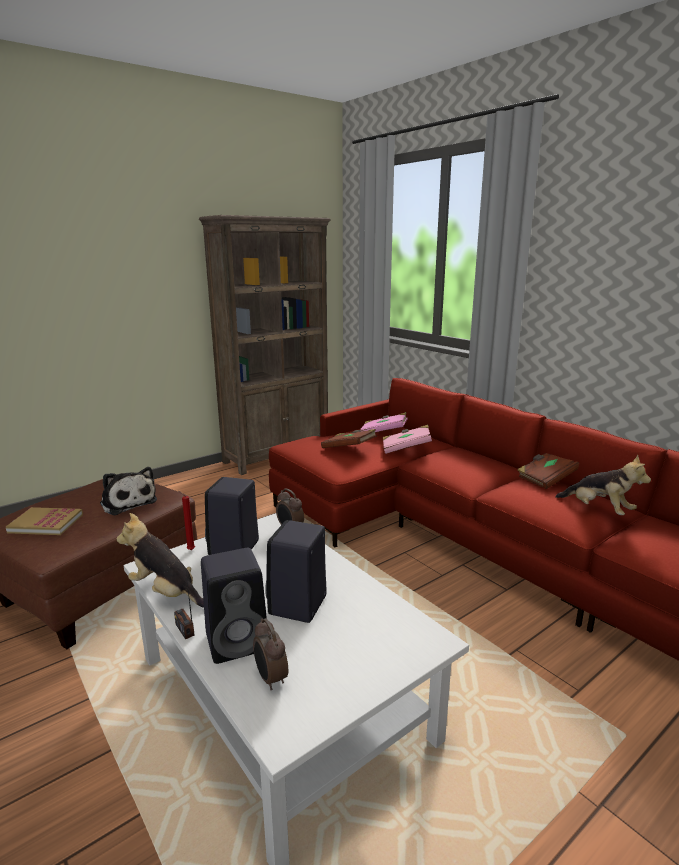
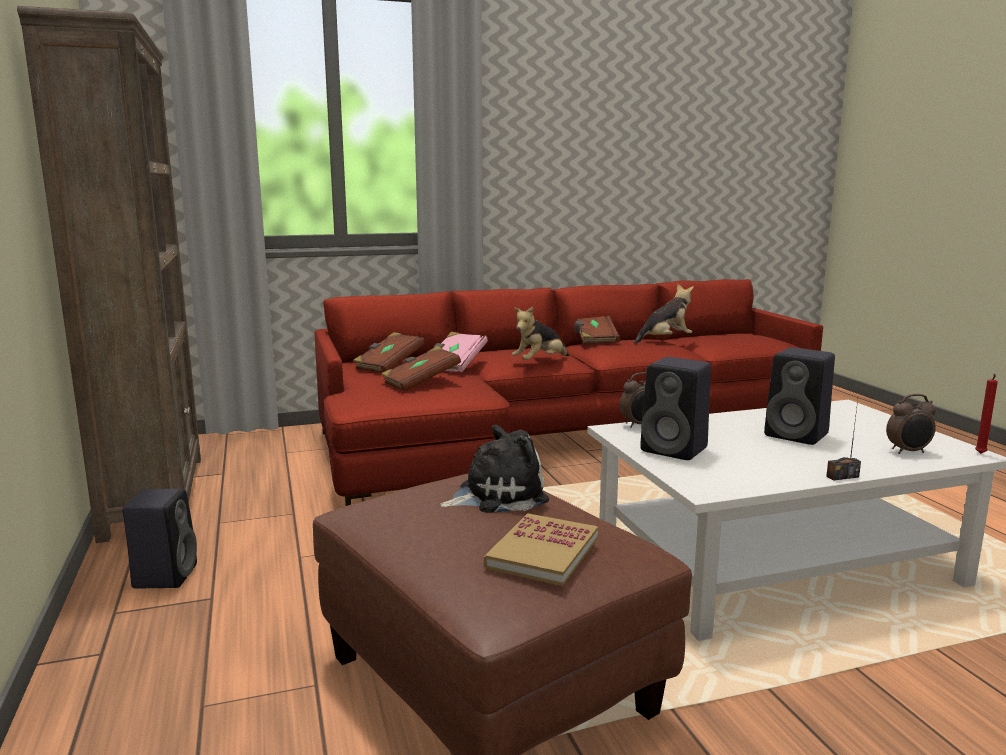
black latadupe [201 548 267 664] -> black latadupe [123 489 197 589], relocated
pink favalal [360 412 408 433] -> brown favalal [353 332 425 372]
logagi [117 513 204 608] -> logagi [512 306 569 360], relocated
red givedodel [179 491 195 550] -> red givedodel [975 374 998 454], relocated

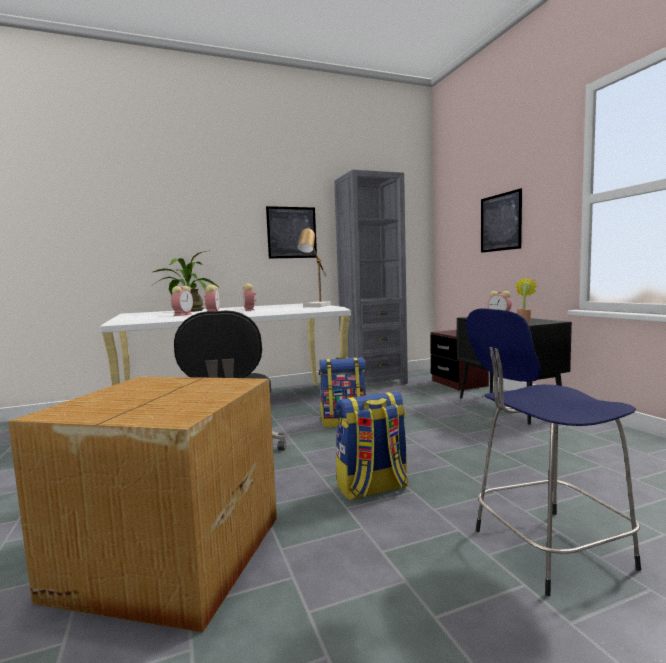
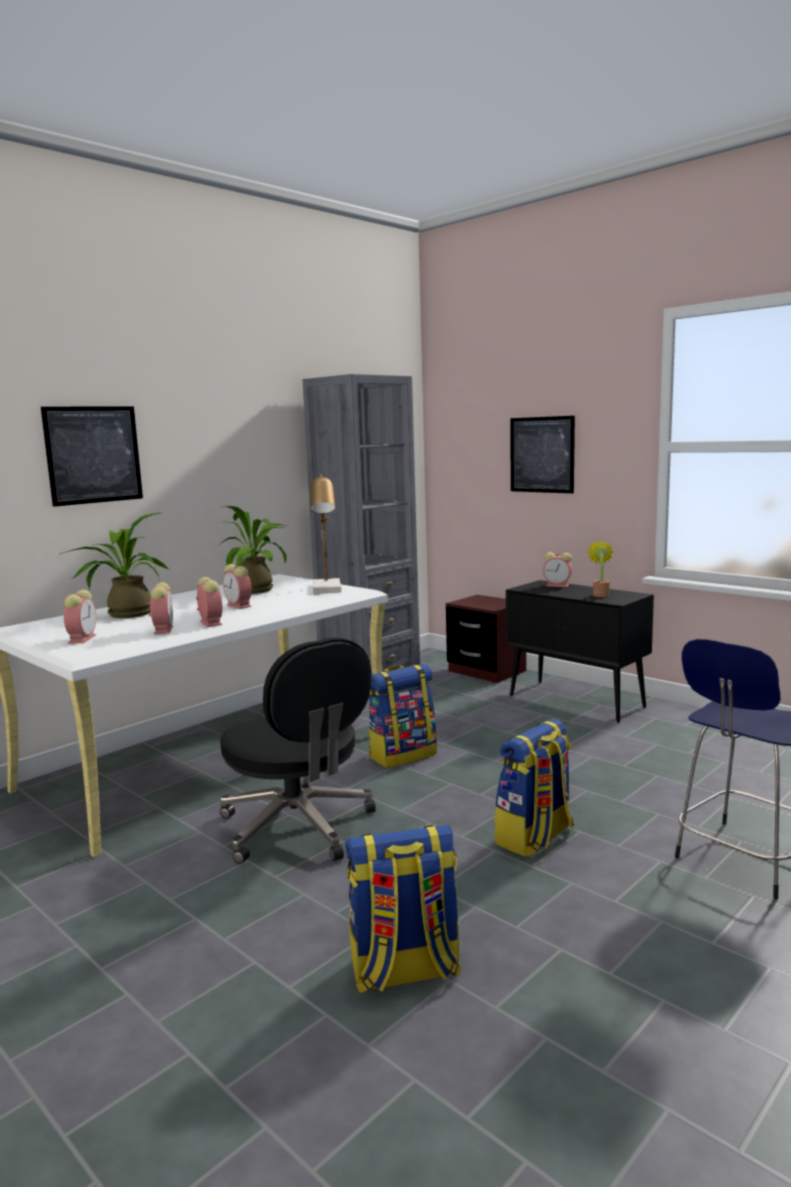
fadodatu [266 206 317 259] -> fadodatu [41 406 143 507], relocated
none -> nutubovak [64 590 96 643]
none -> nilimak [219 506 287 594]
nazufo [8 377 277 633] -> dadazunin [345 825 462 993]

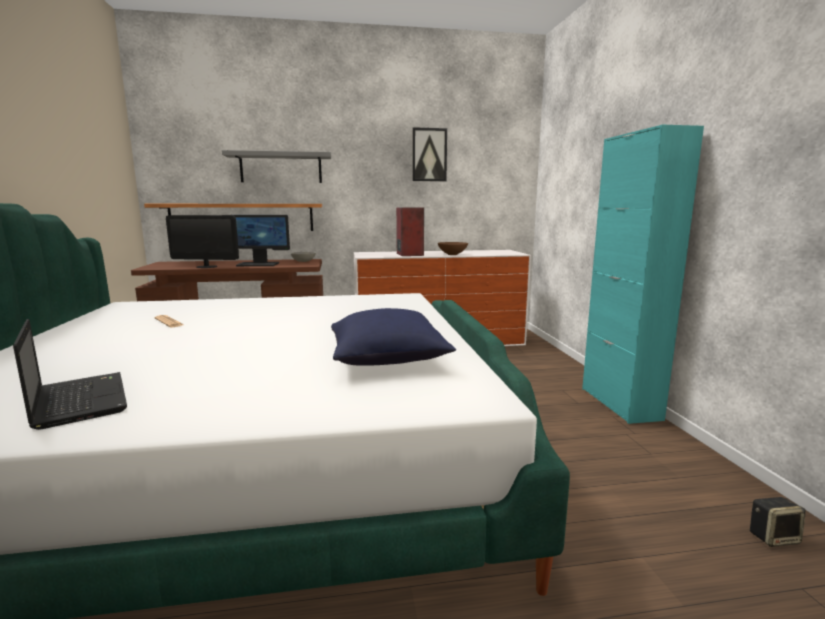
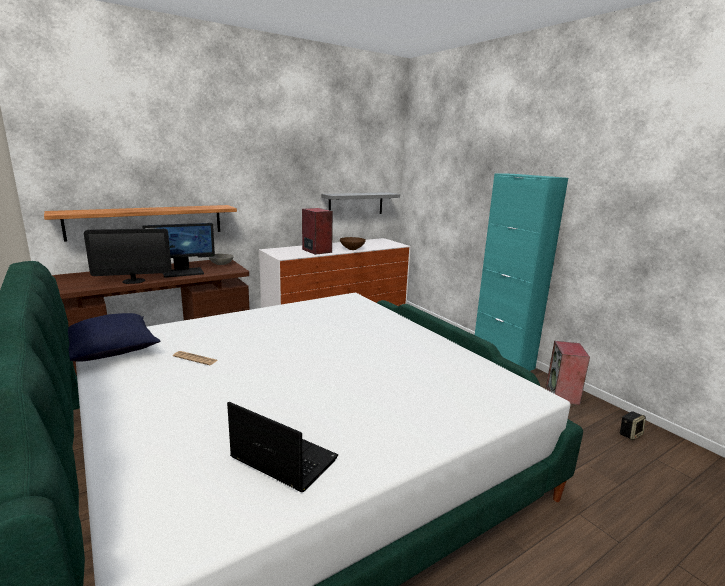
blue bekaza [331 308 456 366] -> blue bekaza [68 313 160 362], relocated
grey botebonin [222 150 331 183] -> grey botebonin [321 192 400 214], relocated
none -> latadupe [546 341 590 405]
fadodatu [412 127 447 181] -> none

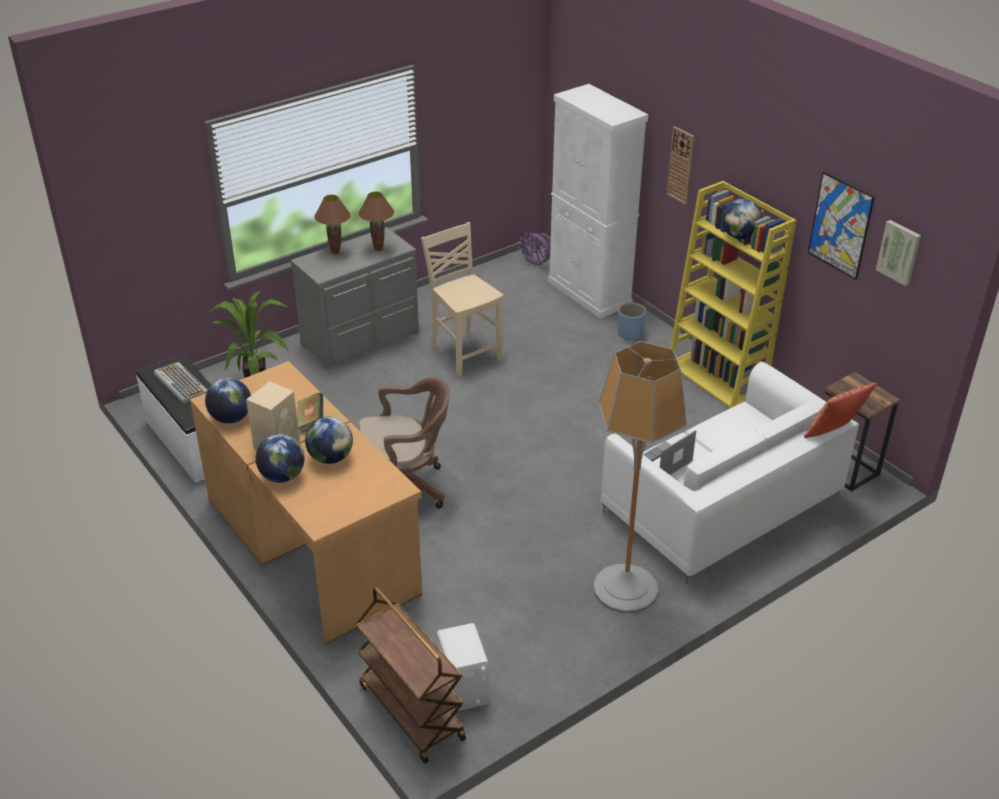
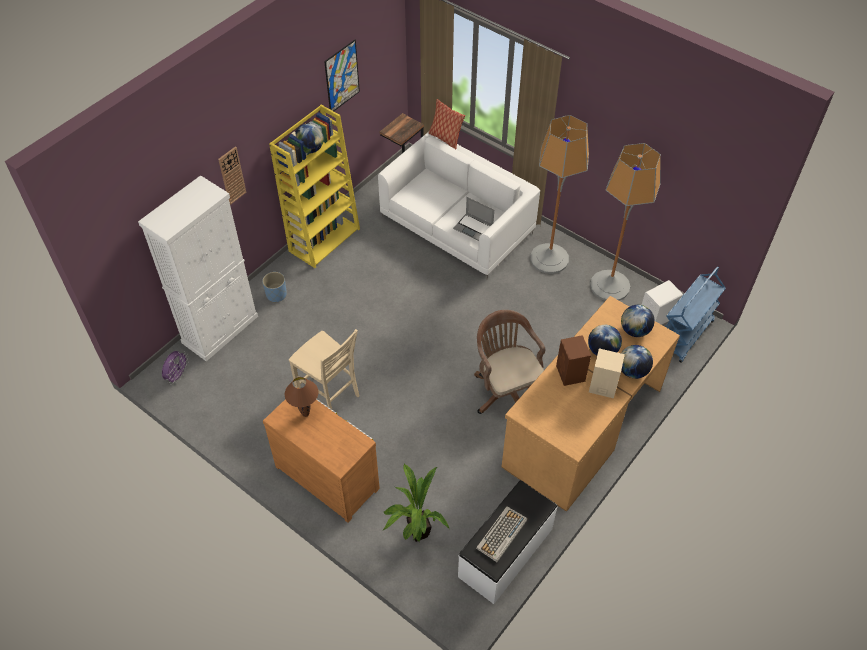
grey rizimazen [291 227 419 370] -> brown rizimazen [263 387 380 523]
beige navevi [421 222 504 377] -> beige navevi [289 329 360 409], 90 degrees counterclockwise
favalal [298 393 323 432] -> brown latadupe [556 335 591 386]
none -> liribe [590 143 661 301]
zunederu [205 378 251 423] -> zunederu [621 305 655 337], relocated
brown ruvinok [355 587 466 764] -> blue ruvinok [665 267 726 363]
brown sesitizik [314 195 351 254] -> none
fadodatu [876 220 921 286] -> none

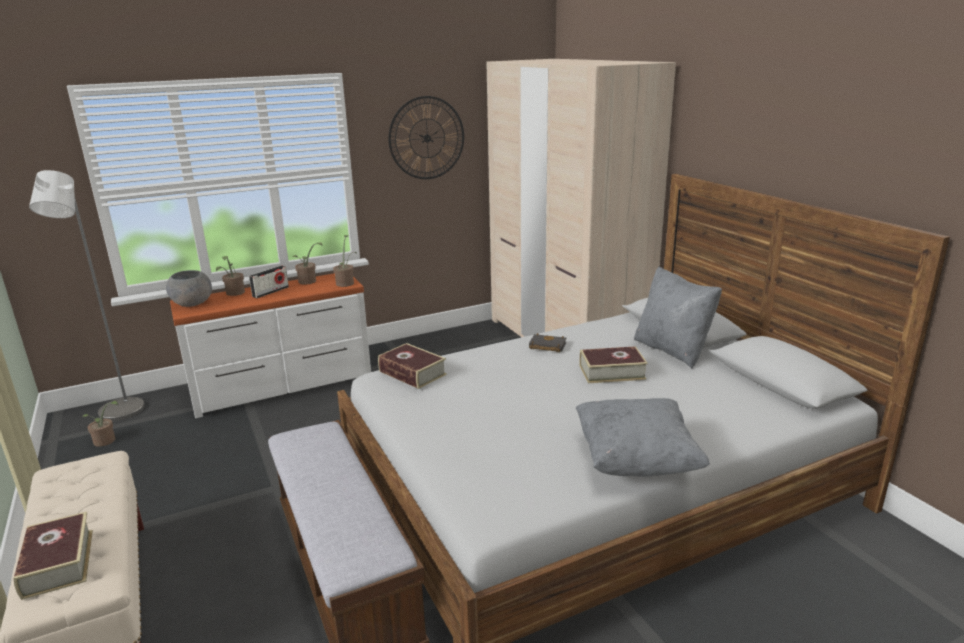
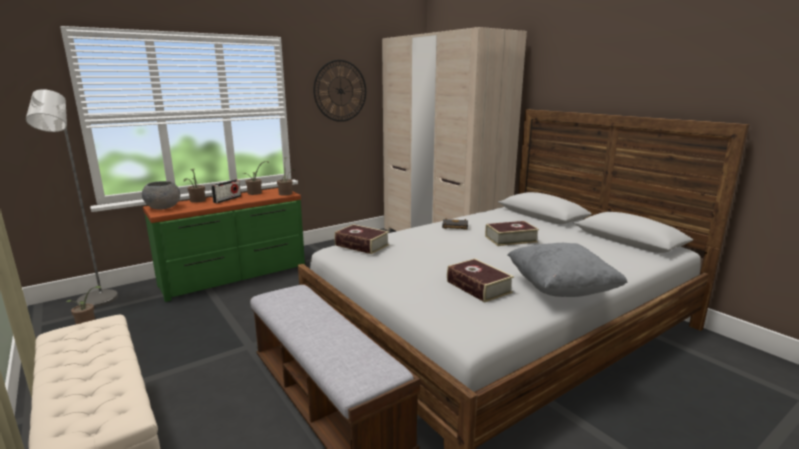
white rizimazen [170 273 371 418] -> green rizimazen [143 188 305 302]
favalal [13 512 93 600] -> favalal [447 259 514 302], relocated
grey bekaza [634 266 722 369] -> none

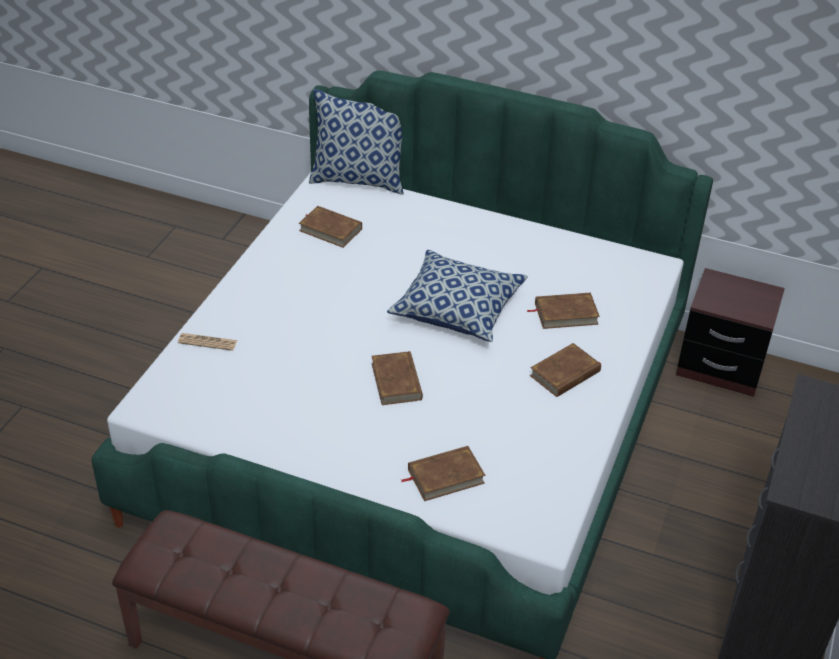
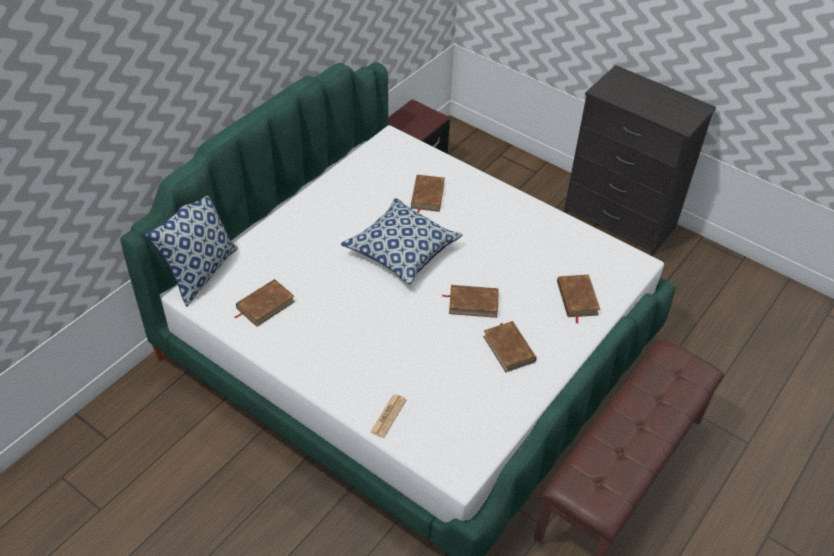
brown favalal [530 343 601 397] -> brown favalal [483 321 537 372], relocated

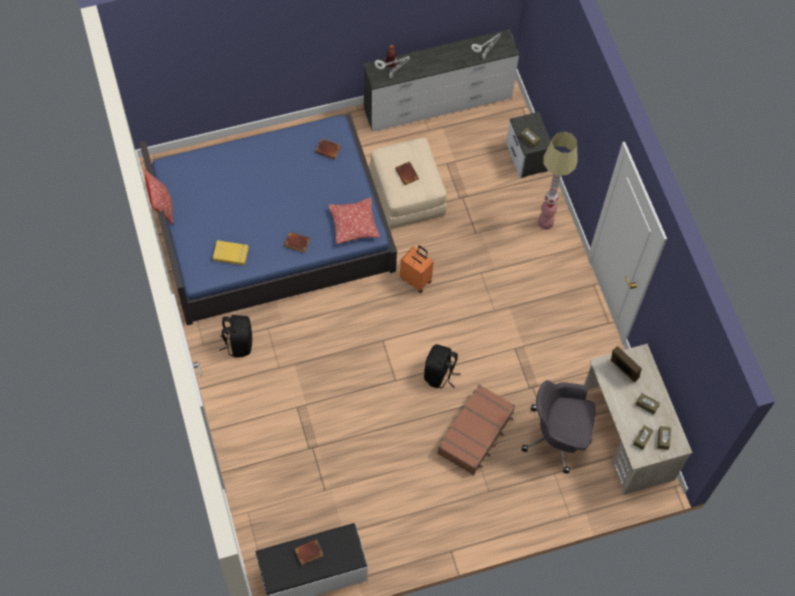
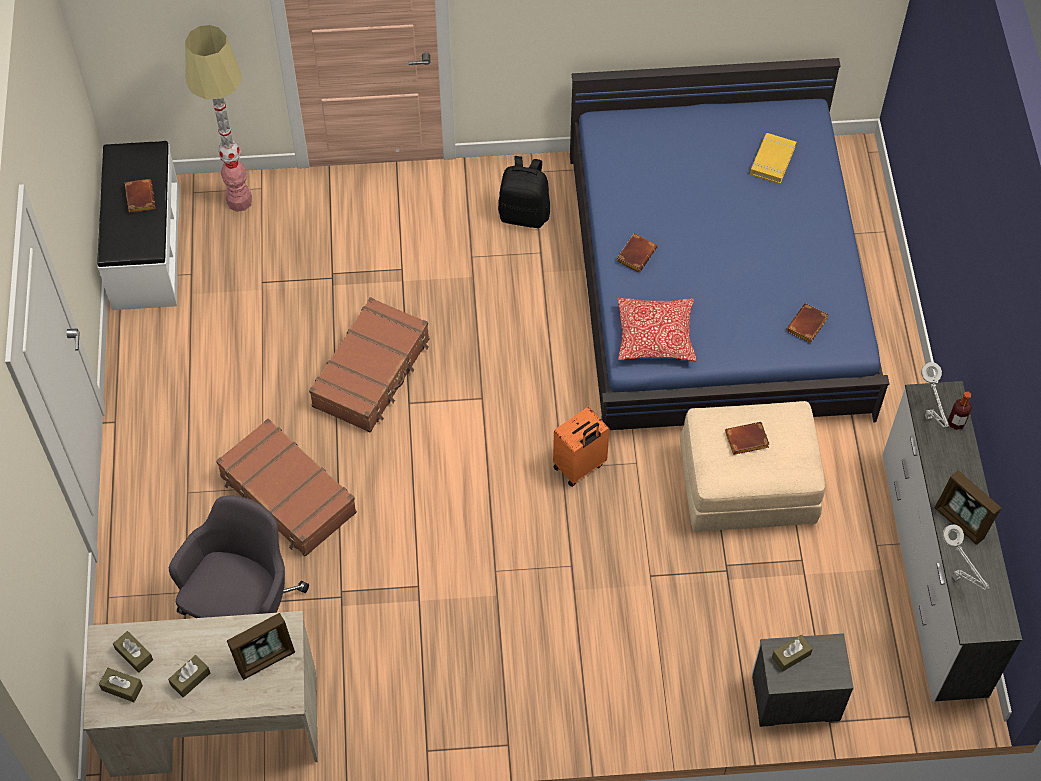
liribe [538 131 578 230] -> liribe [185 25 252 212], relocated
none -> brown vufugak [309 297 429 433]
yellow favalal [213 240 249 265] -> yellow favalal [750 133 796 184], relocated
none -> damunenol [934 471 1002 545]
bekaza [144 169 174 225] -> none
black dadazunin [424 344 461 388] -> none

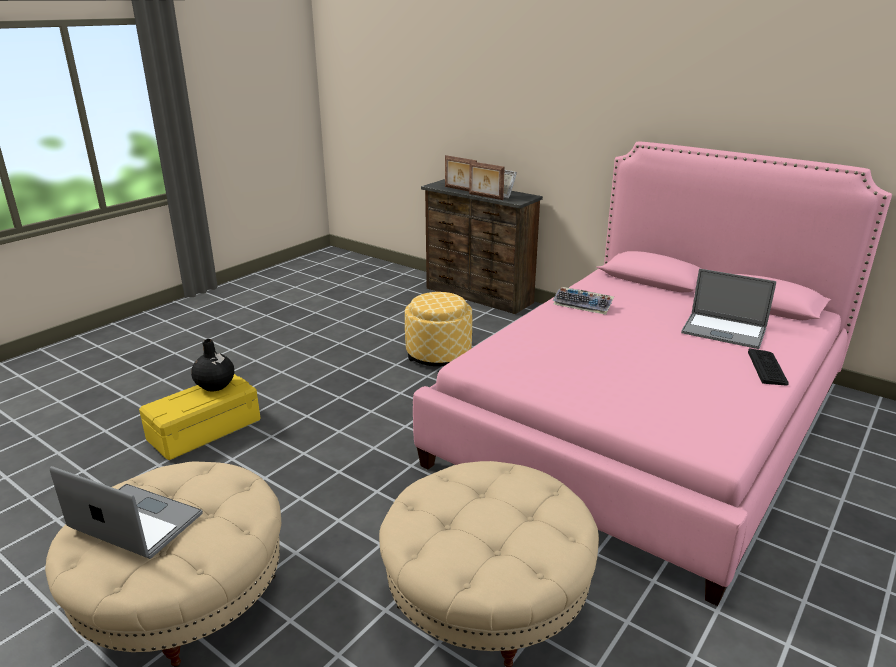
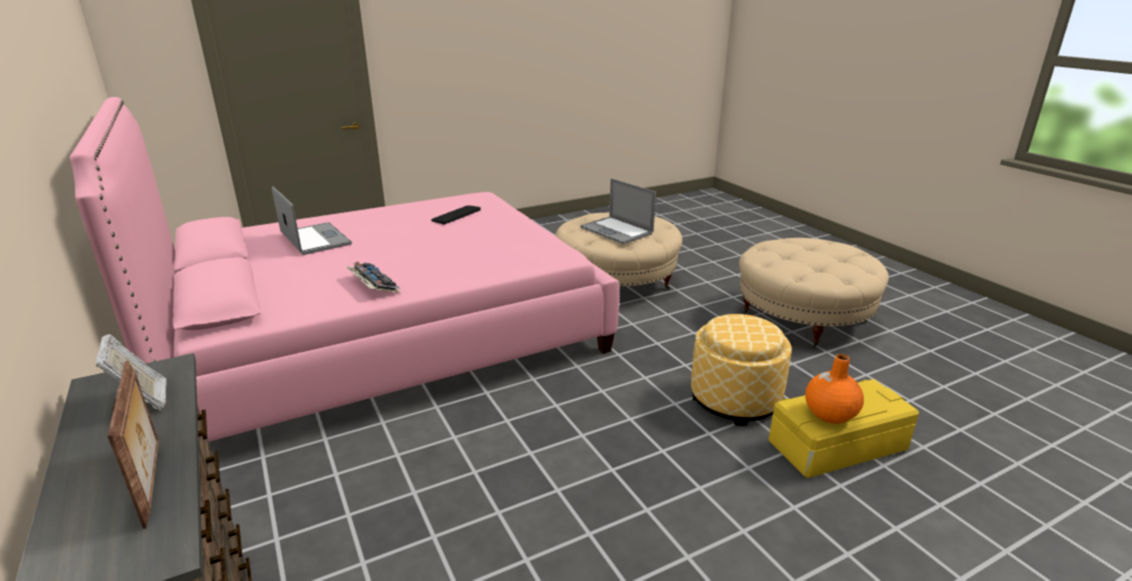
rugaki [748 348 789 386] -> rugaki [431 205 481 225], relocated
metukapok [50 466 203 559] -> metukapok [580 178 656 244], relocated
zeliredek [405 292 472 366] -> zeliredek [691 314 792 426], relocated
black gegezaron [191 339 234 391] -> orange gegezaron [805 354 864 424]
damunenol [469 161 505 200] -> none

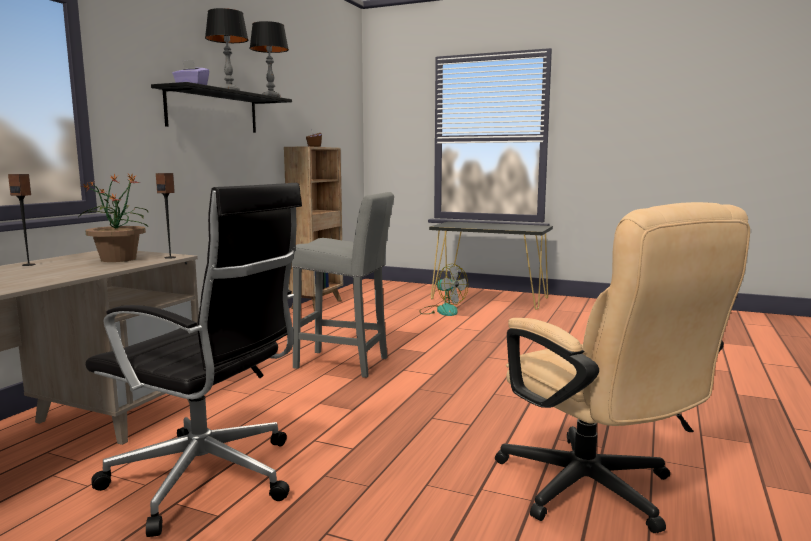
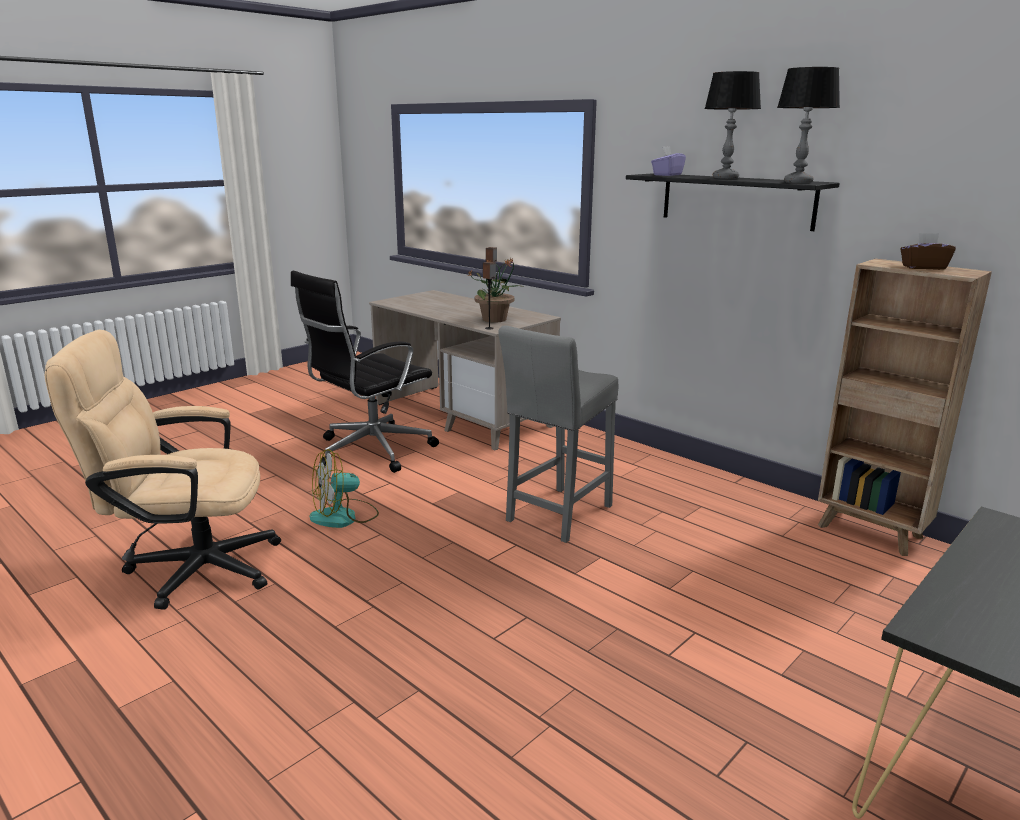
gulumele [419 264 468 316] -> gulumele [309 449 379 528], relocated

